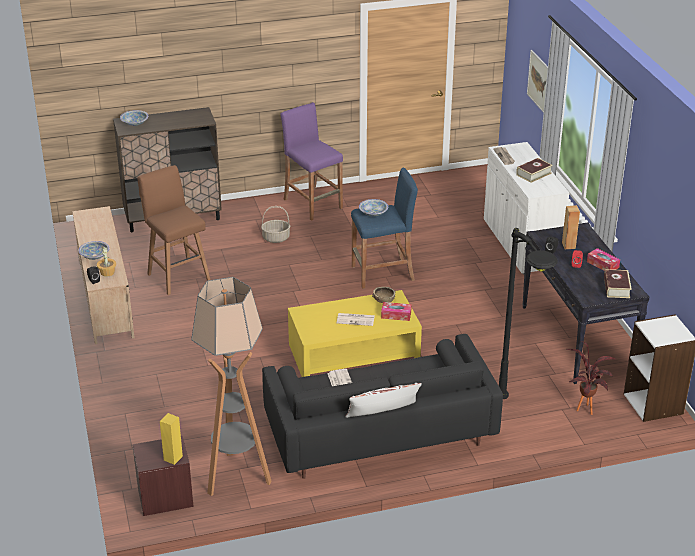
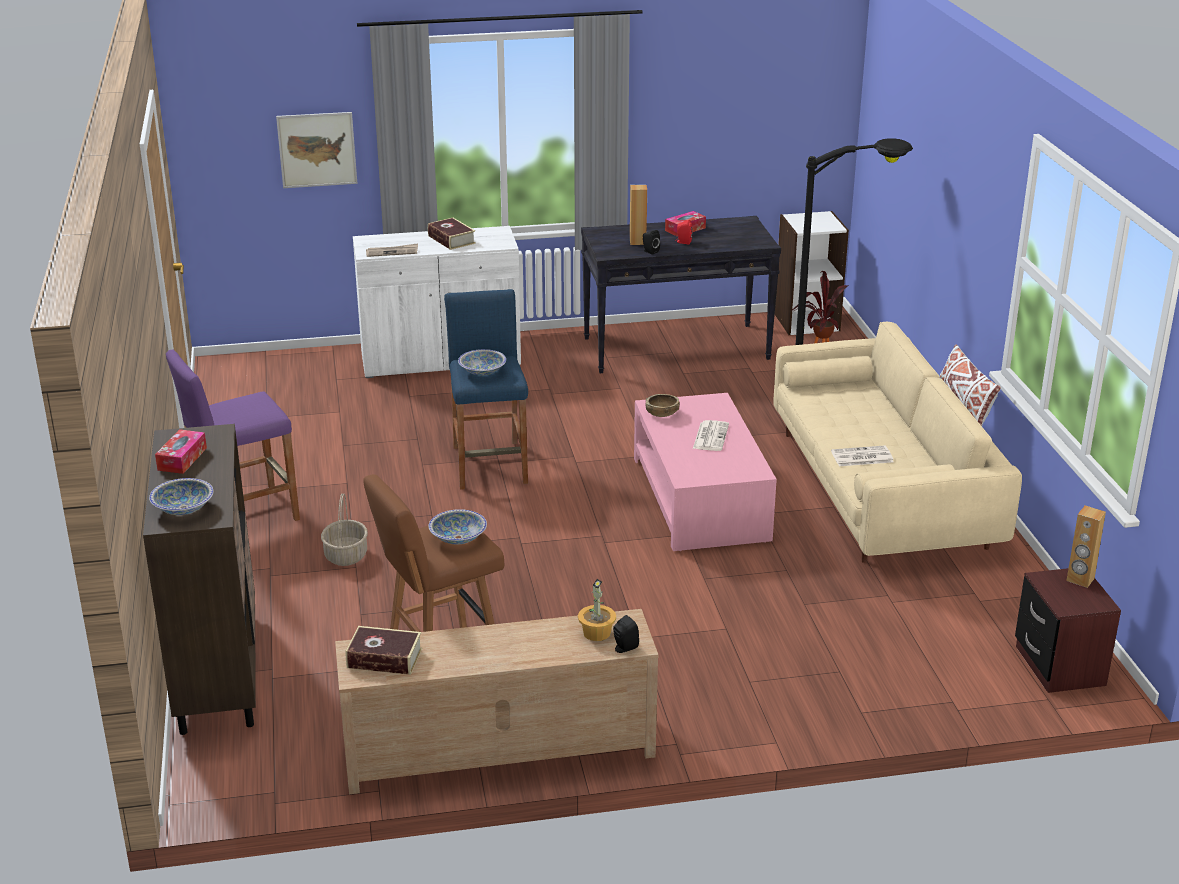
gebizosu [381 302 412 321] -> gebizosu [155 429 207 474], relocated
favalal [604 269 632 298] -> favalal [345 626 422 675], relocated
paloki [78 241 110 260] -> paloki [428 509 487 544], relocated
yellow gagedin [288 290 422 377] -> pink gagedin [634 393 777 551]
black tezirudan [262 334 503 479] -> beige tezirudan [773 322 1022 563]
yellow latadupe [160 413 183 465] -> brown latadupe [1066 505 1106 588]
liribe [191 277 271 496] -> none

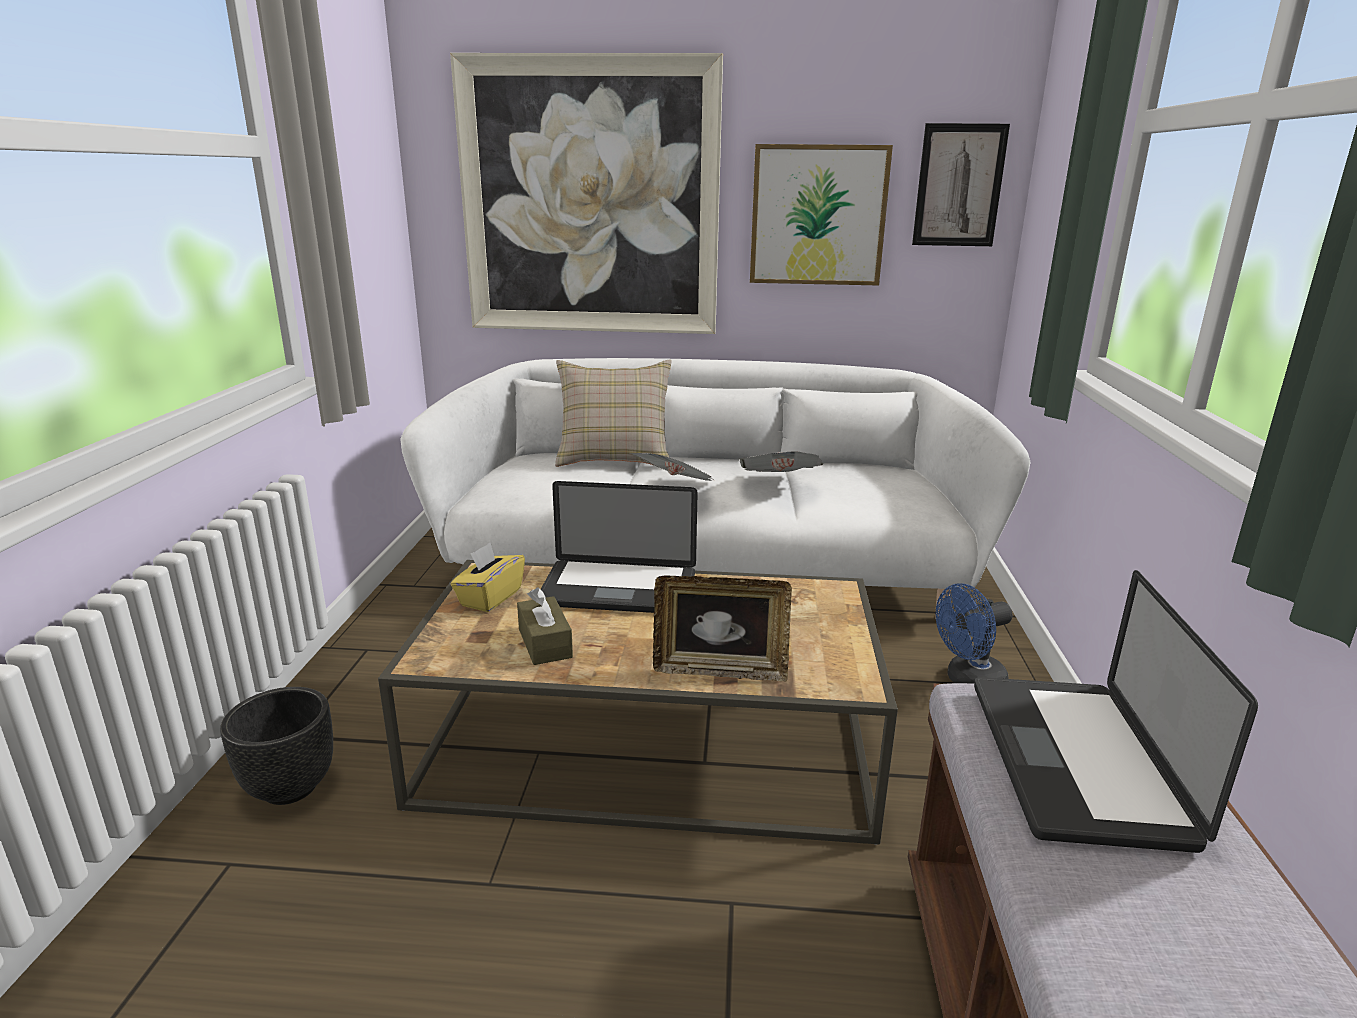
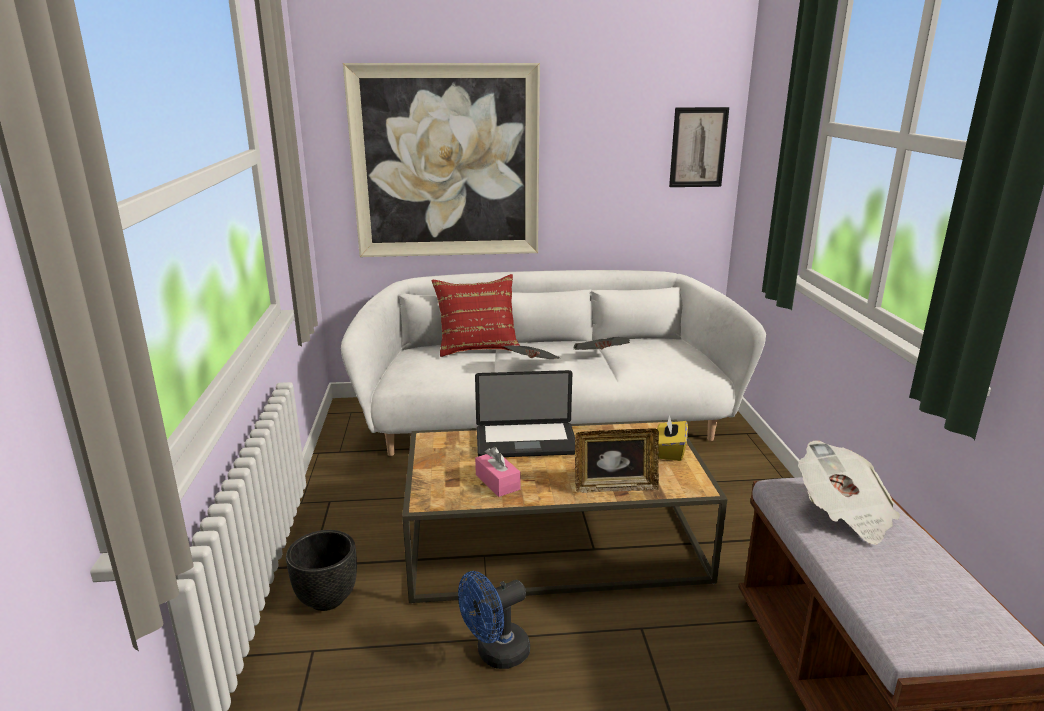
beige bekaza [555 359 672 467] -> red bekaza [431 274 520 357]
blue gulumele [936 583 1013 684] -> blue gulumele [458 571 530 669], relocated
brown gebizosu [517 587 573 665] -> pink gebizosu [475 447 521 497]
yellow gebizosu [450 542 525 612] -> yellow gebizosu [657 415 688 461], relocated
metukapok [974 570 1258 853] -> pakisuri [798 440 900 545]
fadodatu [750 144 893 286] -> none

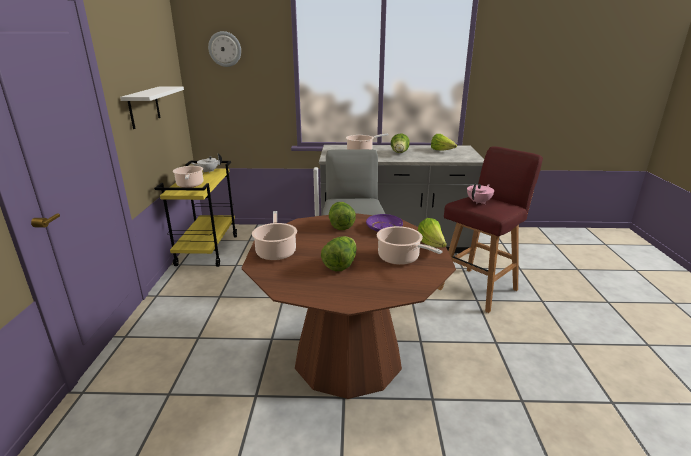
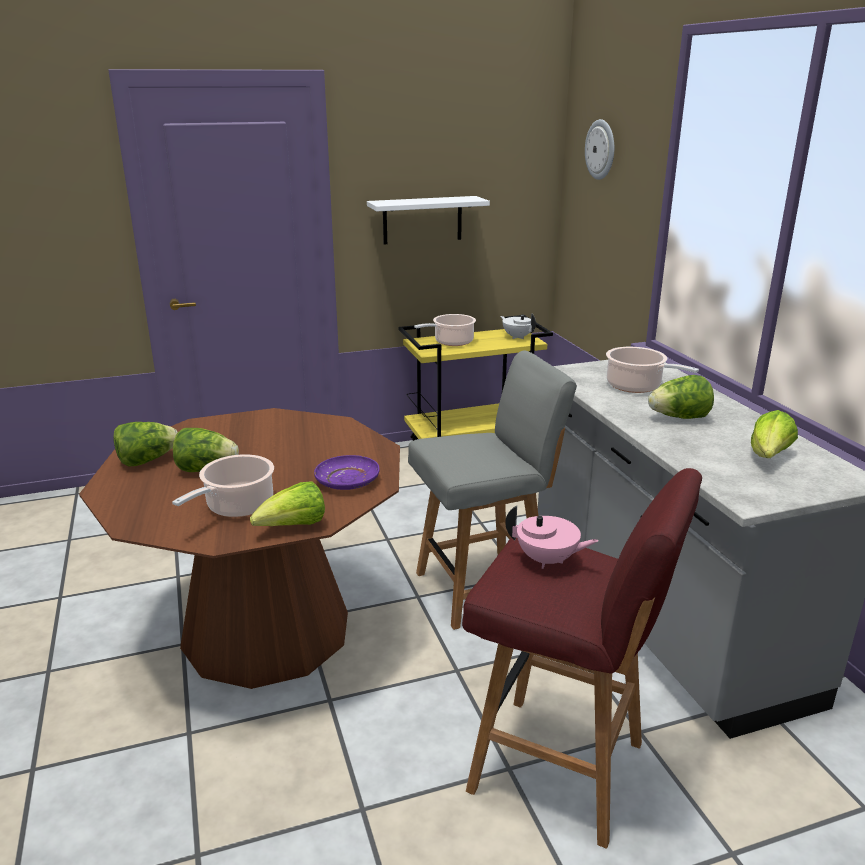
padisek [329 202 356 230] -> padisek [113 422 178 467], relocated
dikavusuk [252 211 297 260] -> none

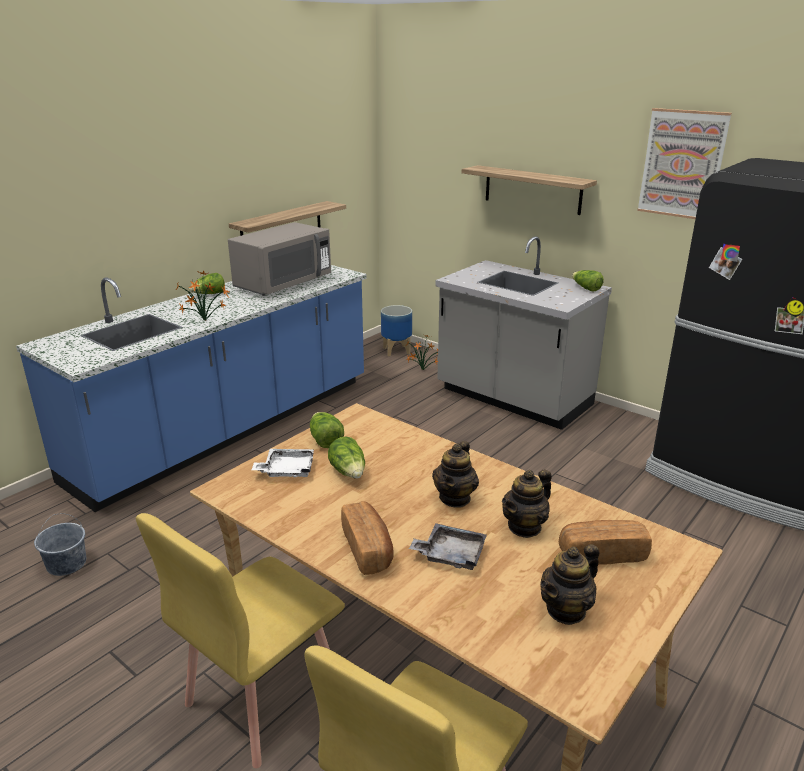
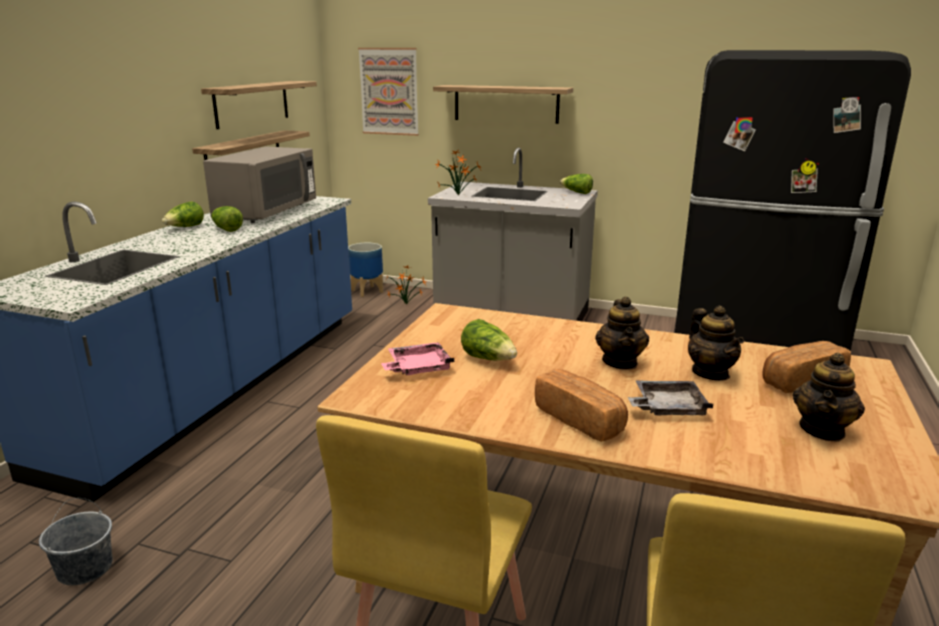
none -> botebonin [201 81 317 129]
padisek [310 412 344 448] -> padisek [211 206 243 232], relocated
fadodatu [637 108 732 219] -> fadodatu [358 48 419 136], relocated
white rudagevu [252 449 314 477] -> pink rudagevu [381 342 454 375]
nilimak [176 271 230 321] -> nilimak [435 149 481 195], relocated
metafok [502 470 552 538] -> metafok [688 306 744 381], 45 degrees counterclockwise

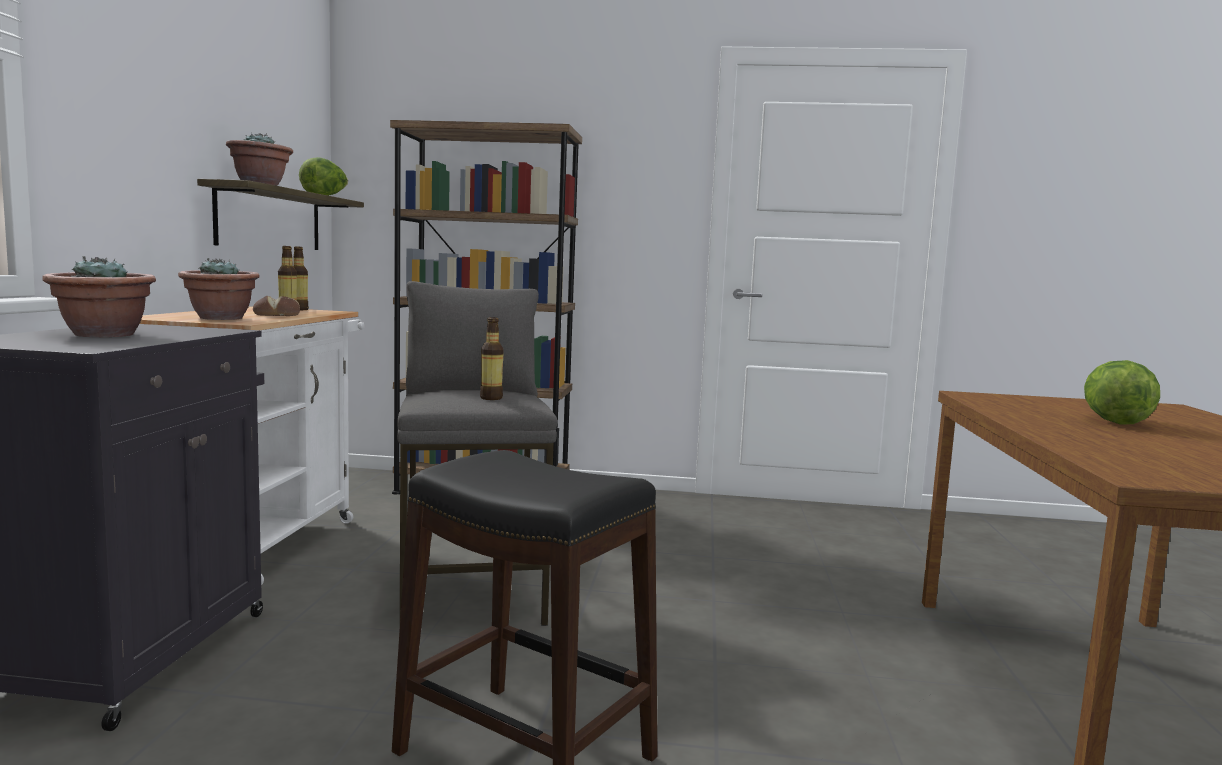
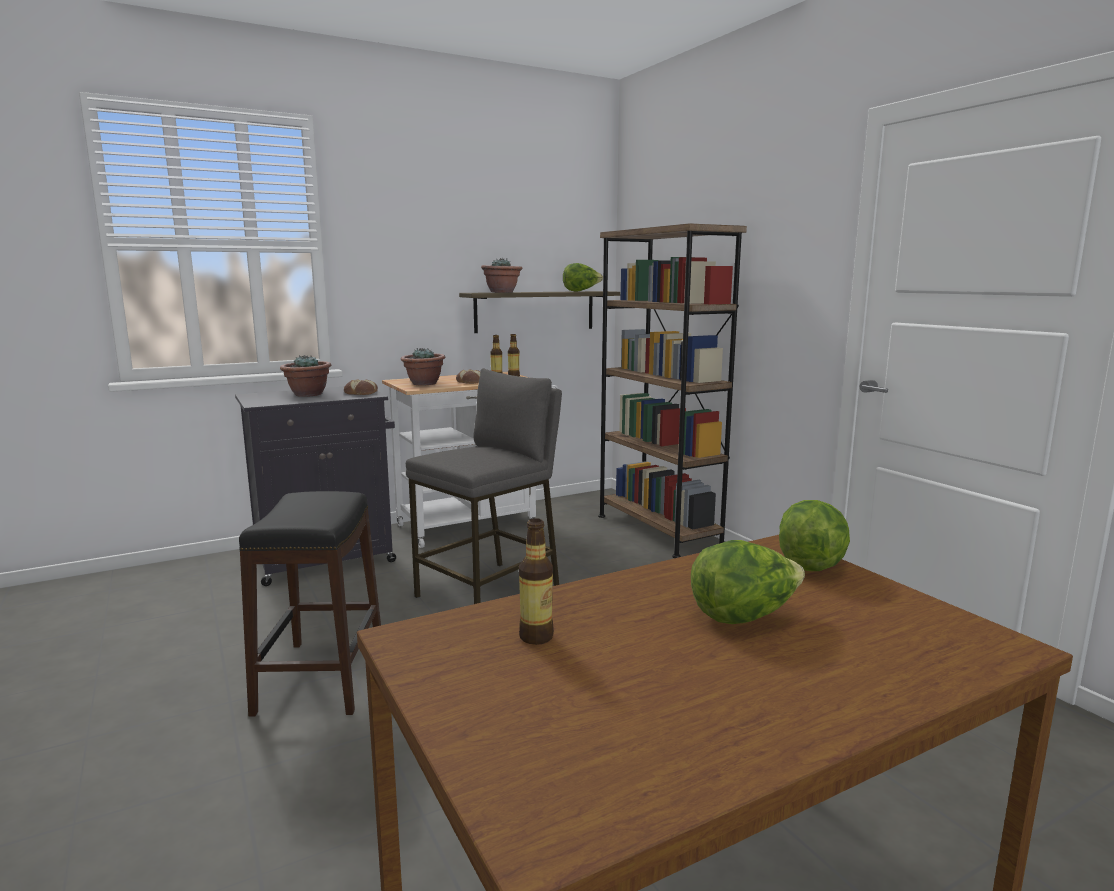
none -> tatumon [344 380 378 395]
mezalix [480 317 504 400] -> mezalix [519 518 554 645], relocated
none -> padisek [779 500 850 571]

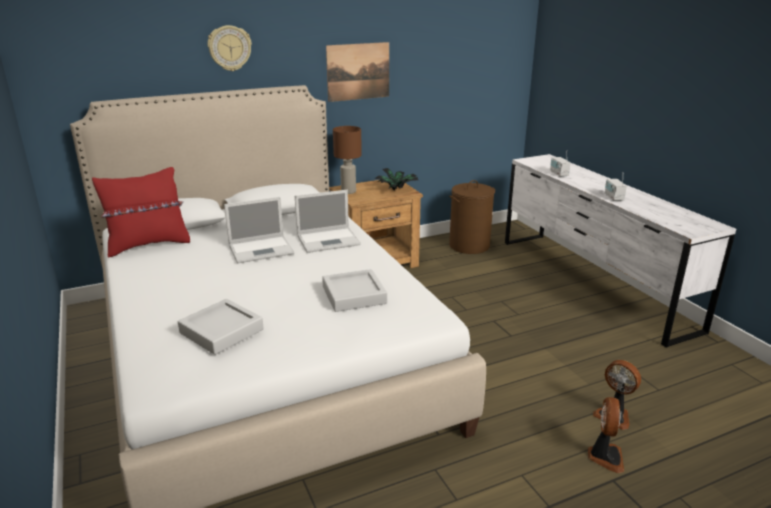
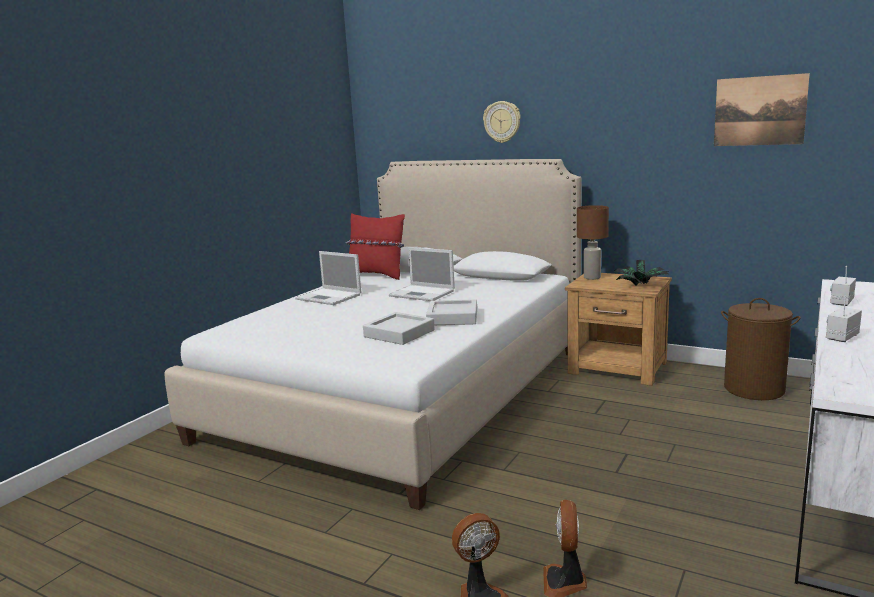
metukapok [295 190 361 253] -> metukapok [295 251 361 305], relocated
grey rudagevu [178 299 264 355] -> grey rudagevu [426 299 477 325], relocated
fadodatu [326 42 389 102] -> fadodatu [714 73 810 146], relocated

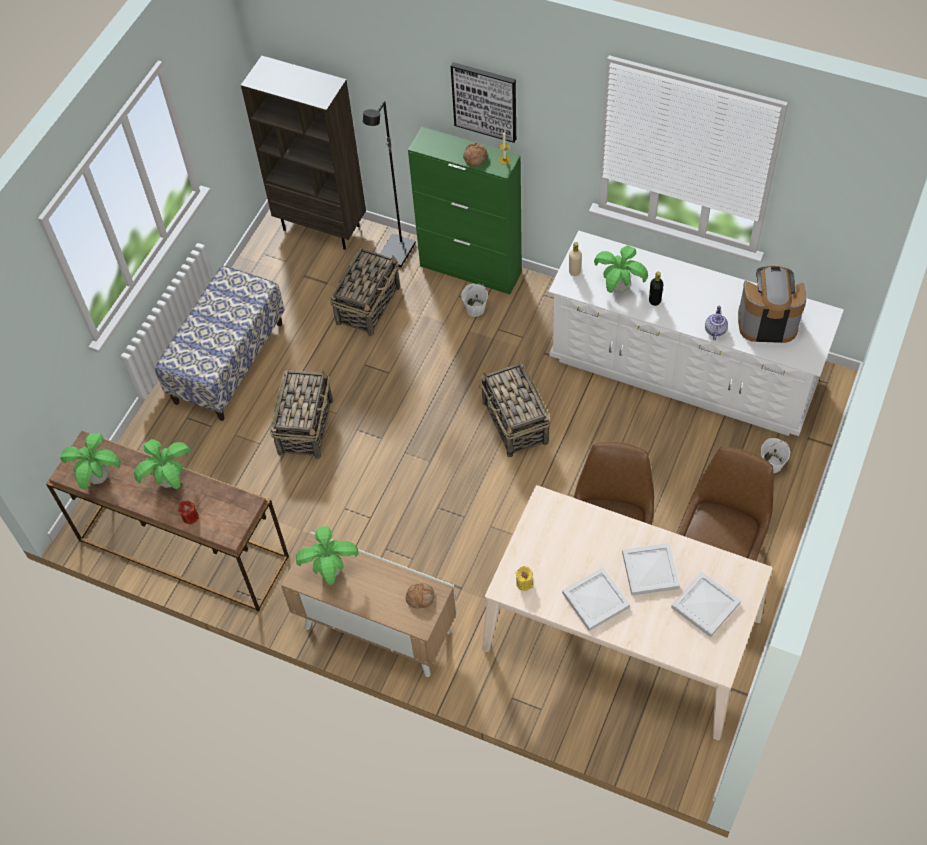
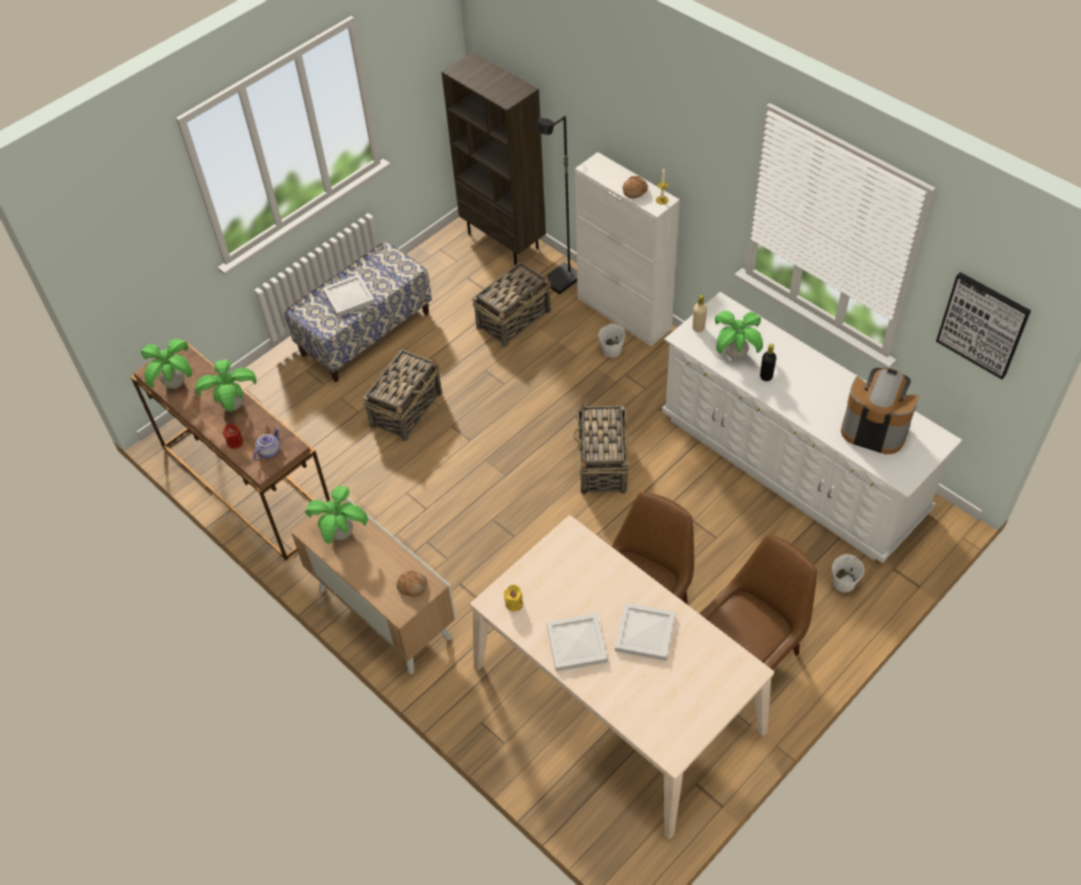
metafok [705 306 728 340] -> metafok [253 427 280 461], relocated
white rudagevu [671 572 741 638] -> white rudagevu [323 274 375 317], relocated
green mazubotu [408 127 522 294] -> white mazubotu [575 152 680 346]
fadodatu [451 62 516 143] -> fadodatu [936 272 1031 379], relocated

